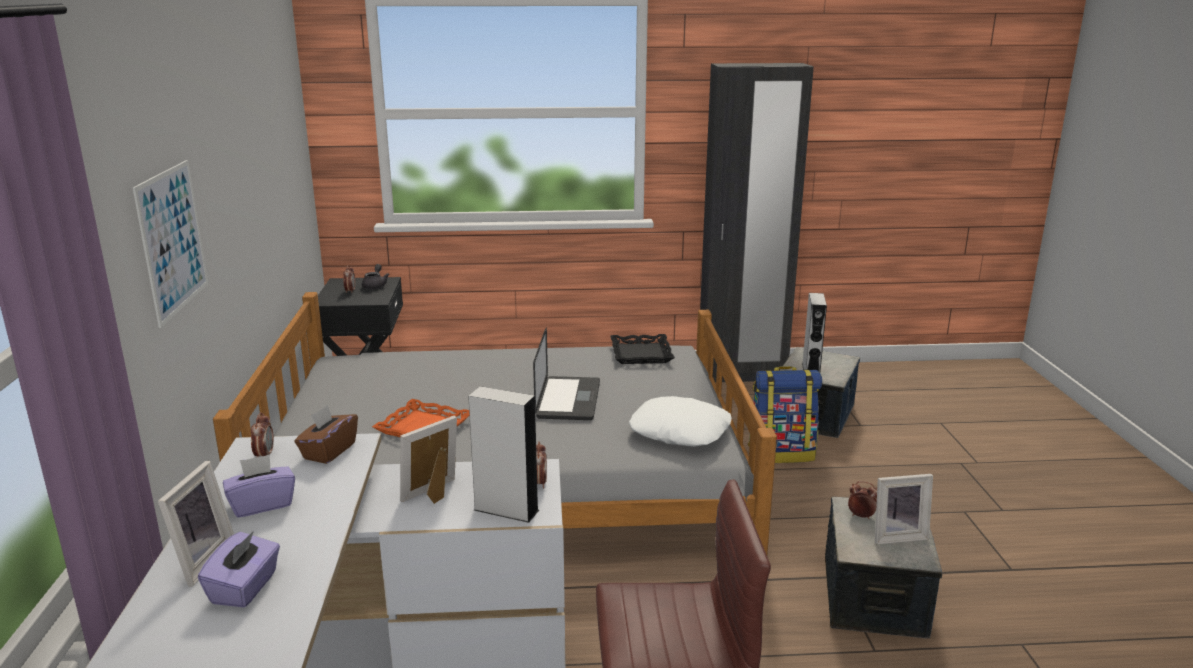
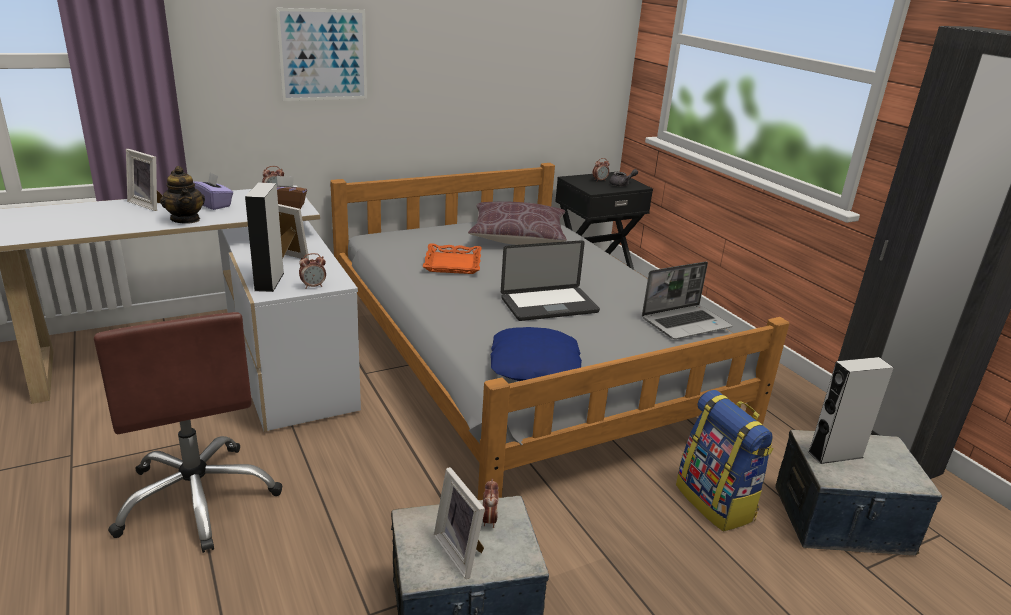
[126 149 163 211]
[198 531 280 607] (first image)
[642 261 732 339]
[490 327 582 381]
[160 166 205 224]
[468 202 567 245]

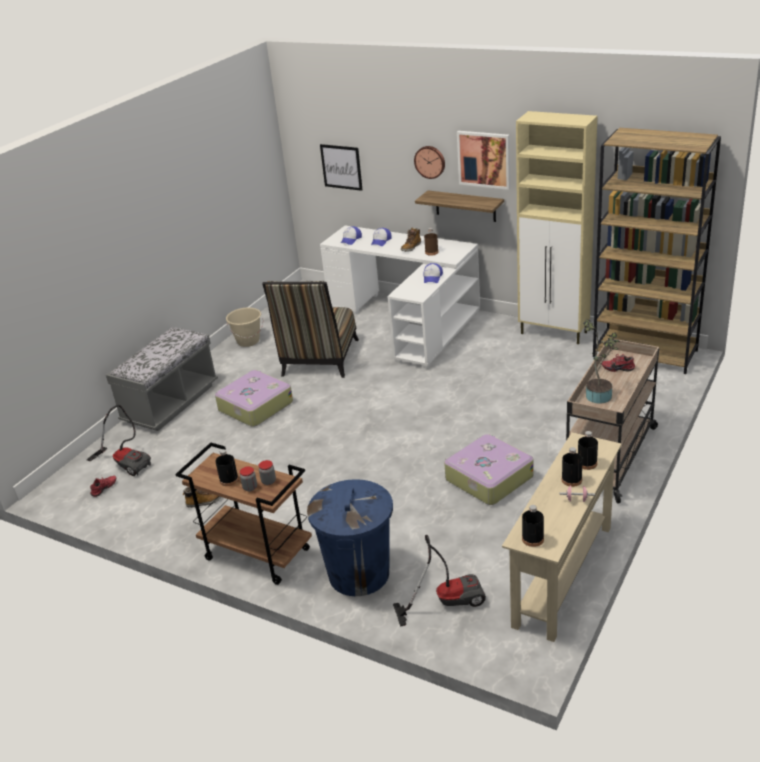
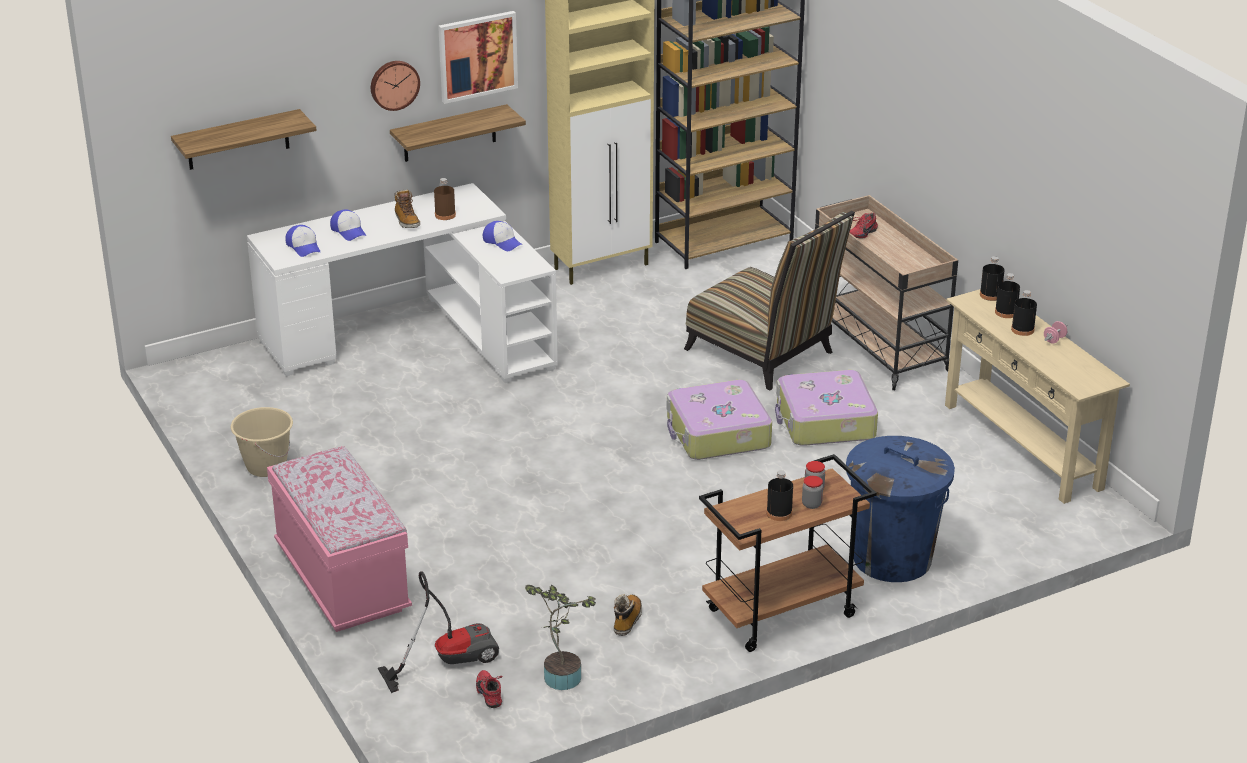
[267 446 412 632]
[667 380 772 460]
[684 211 855 390]
[171 109 317 170]
[393 535 486 627] (first image)
[980 256 1004 301]
[525 585 596 690]

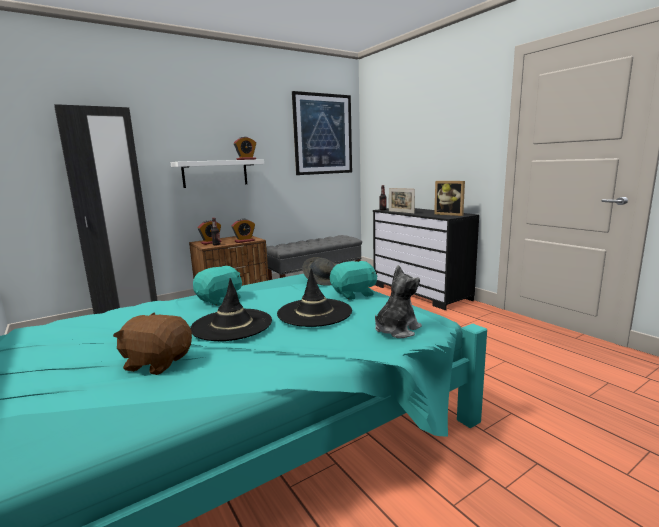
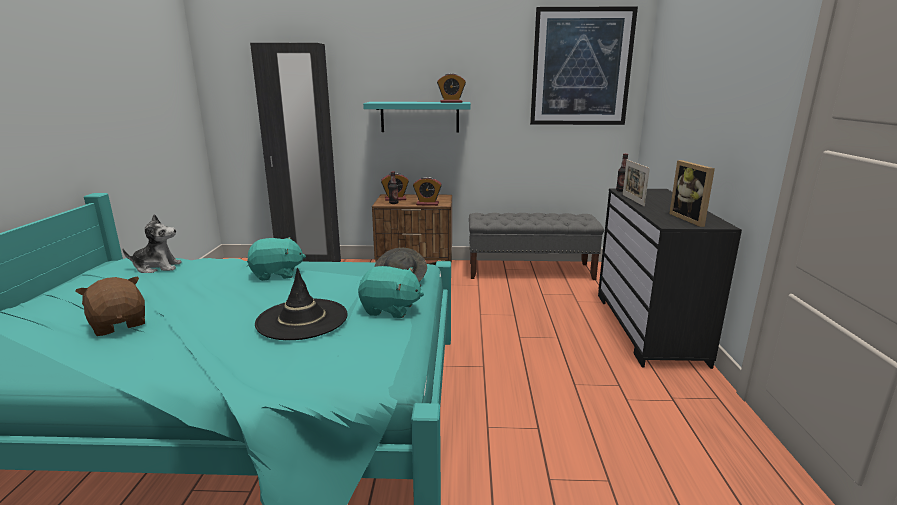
[363 102 471 132]
[190 278 272 341] (first image)
[123 214 182 273]

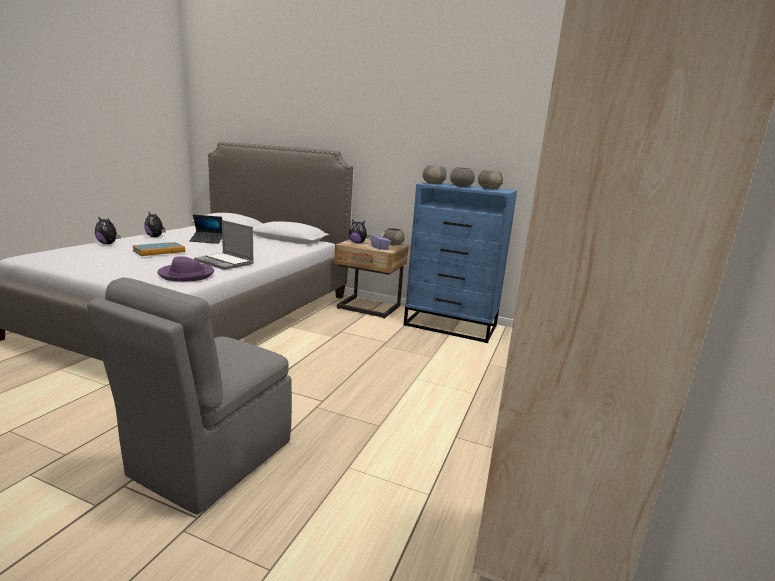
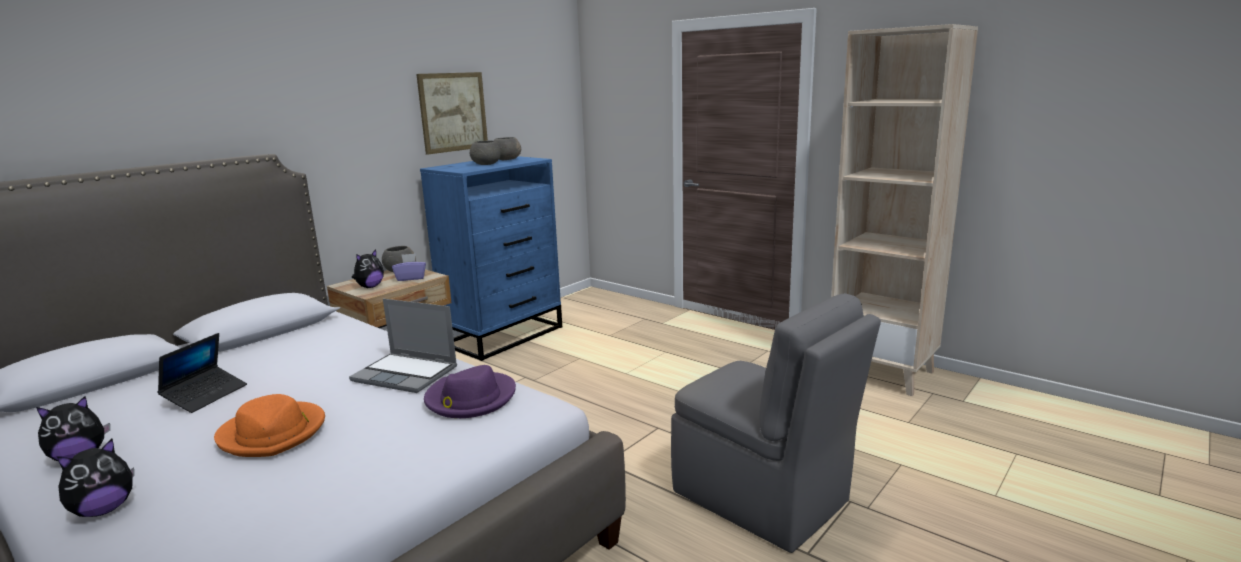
[214 394 325 457]
[349 299 457 393]
[423 165 447 184] (first image)
[416 72 488 155]

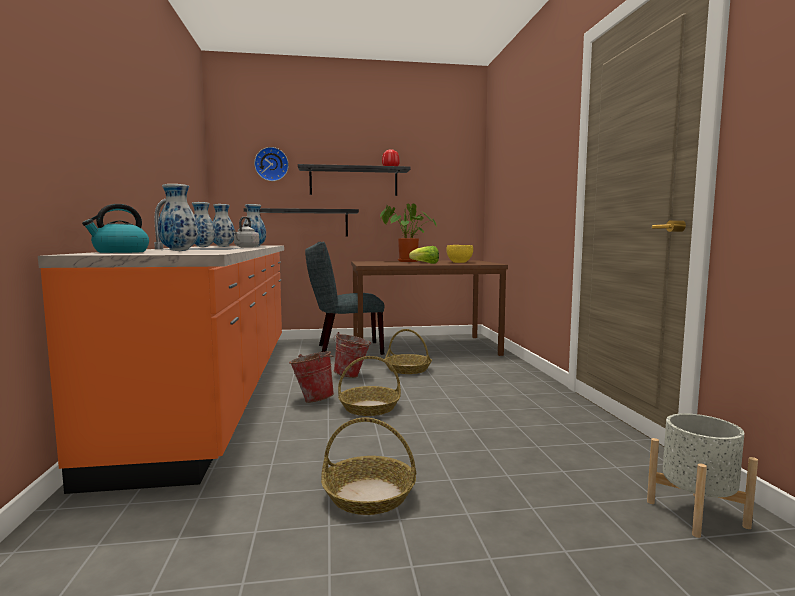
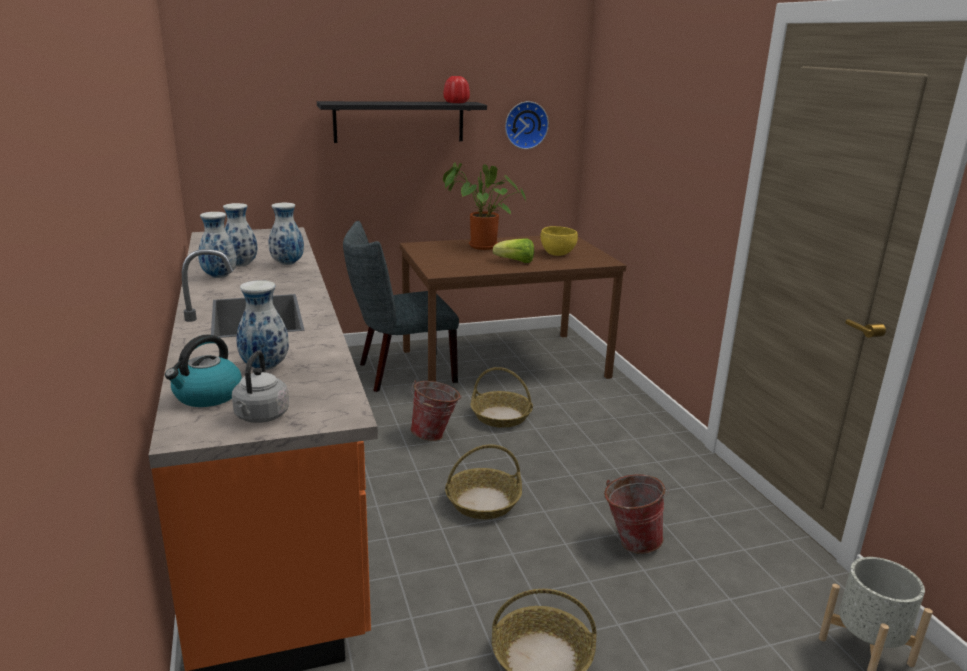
[232 351 289 423]
[244 208 359 236] (first image)
[505 101 549 149]
[604 474 669 554]

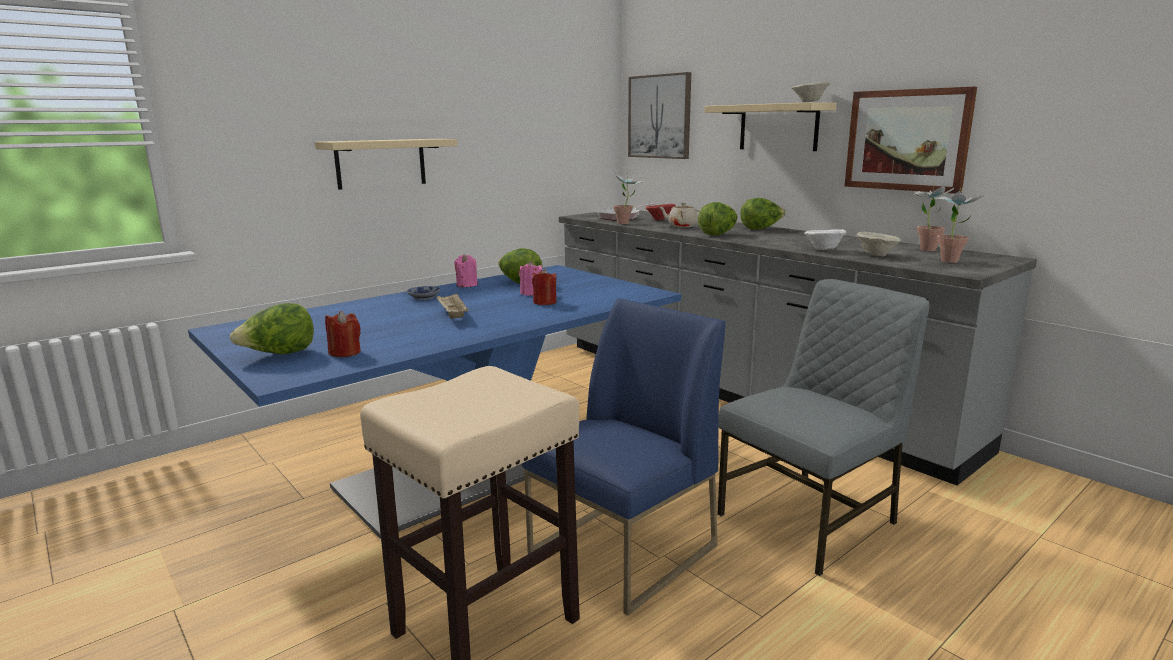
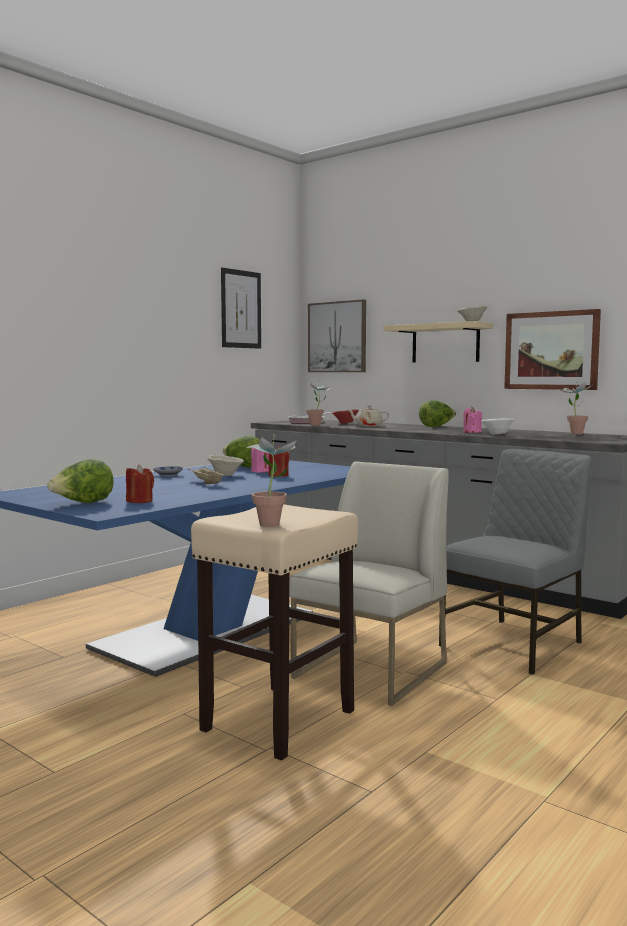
[315 139 458 190] (first image)
[463 407 482 433]
[289 461 449 706]
[698 202 738 235] (first image)
[207 455 244 476]
[245 434 297 527]
[221 268 261 349]

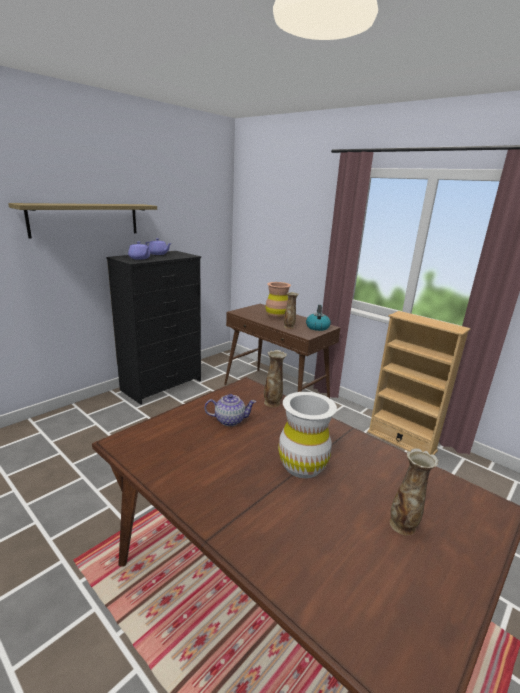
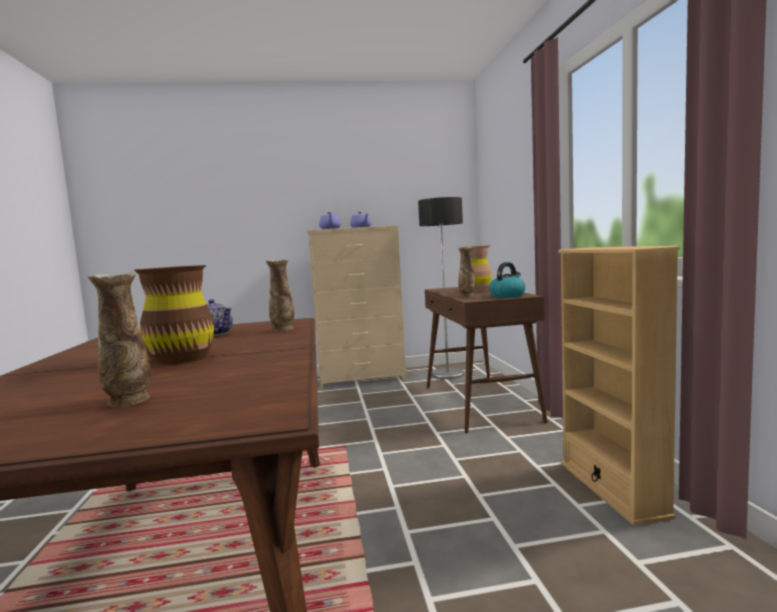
[8 203 157 239] (first image)
[307 225 407 390]
[134 265 214 365]
[418 197 464 379]

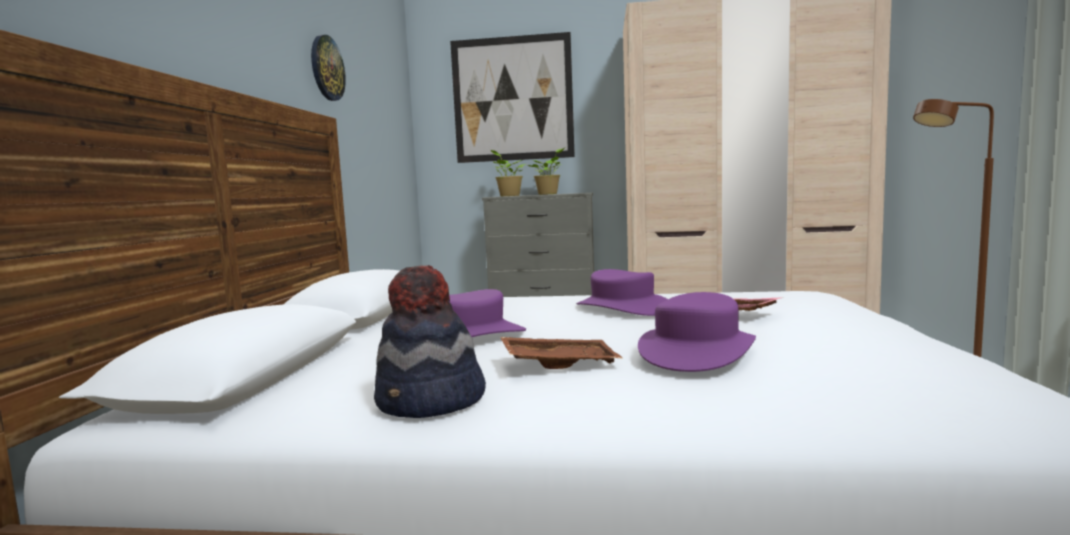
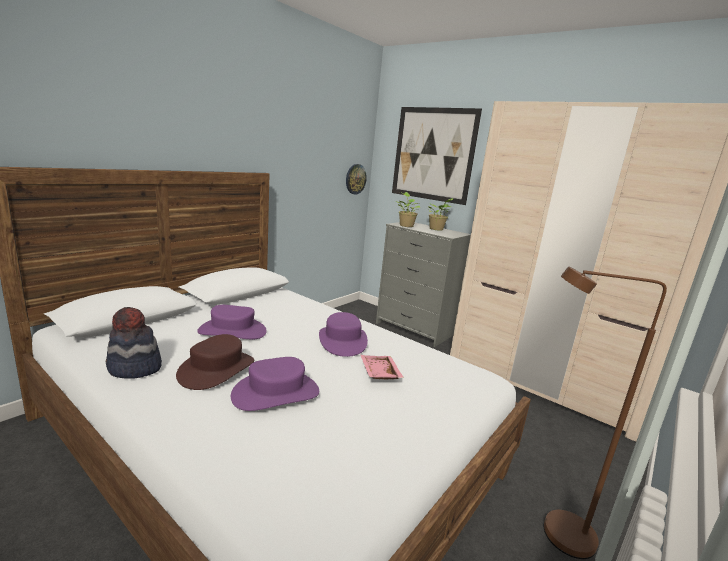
[346 164 367 194]
[176 334 254 390]

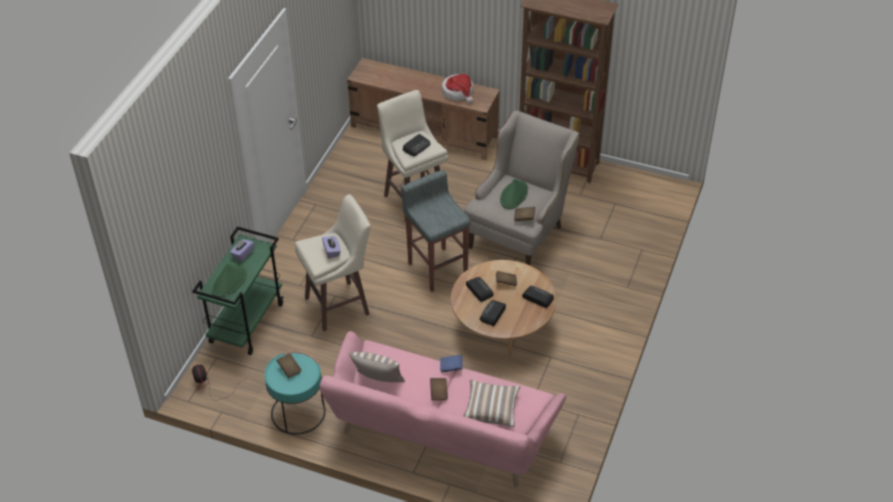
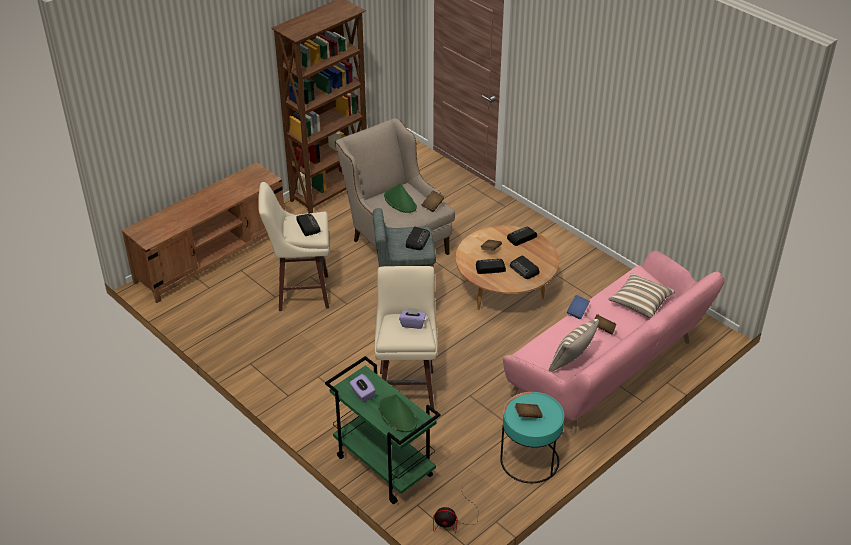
[441 74 474 104] (first image)
[406 227 430 250]

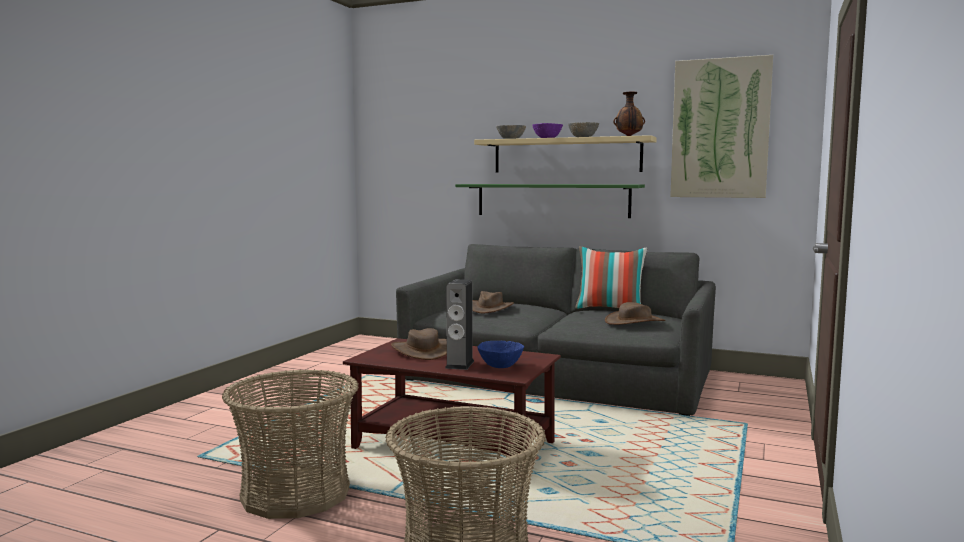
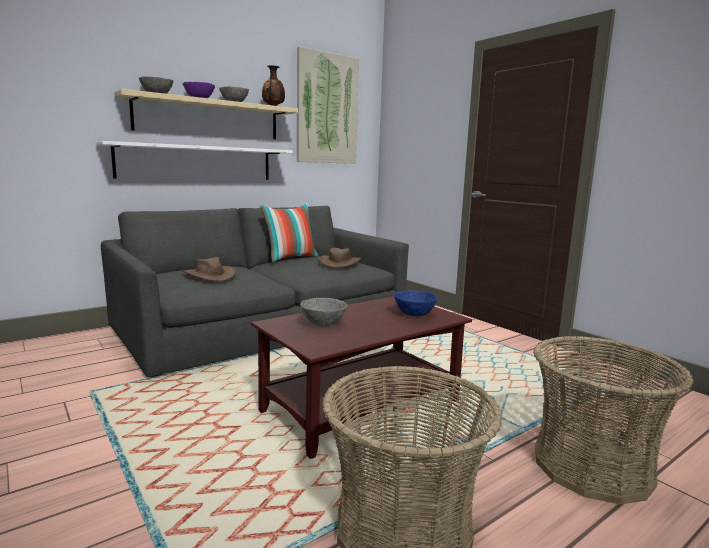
[300 298 347 327]
[445 279 474 370] (first image)
[96 141 293 180]

